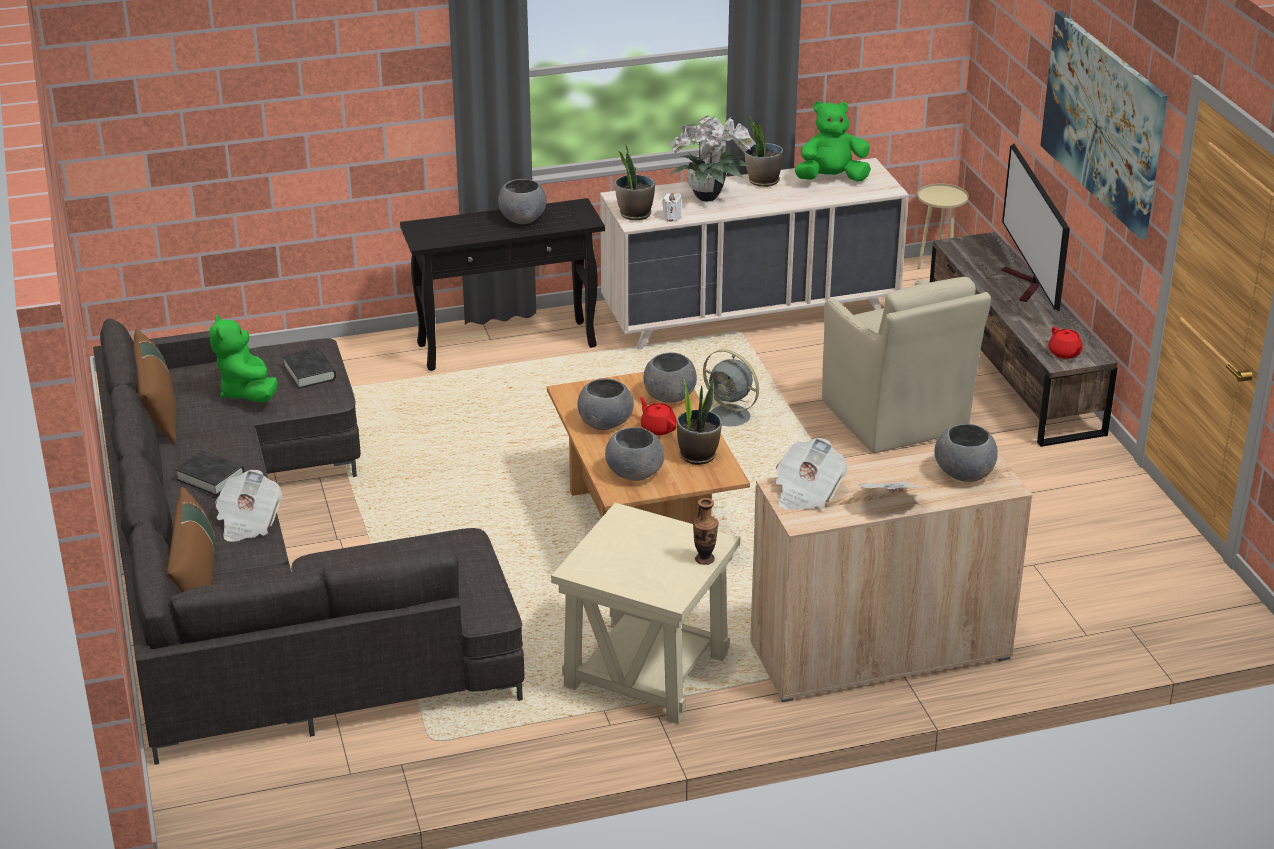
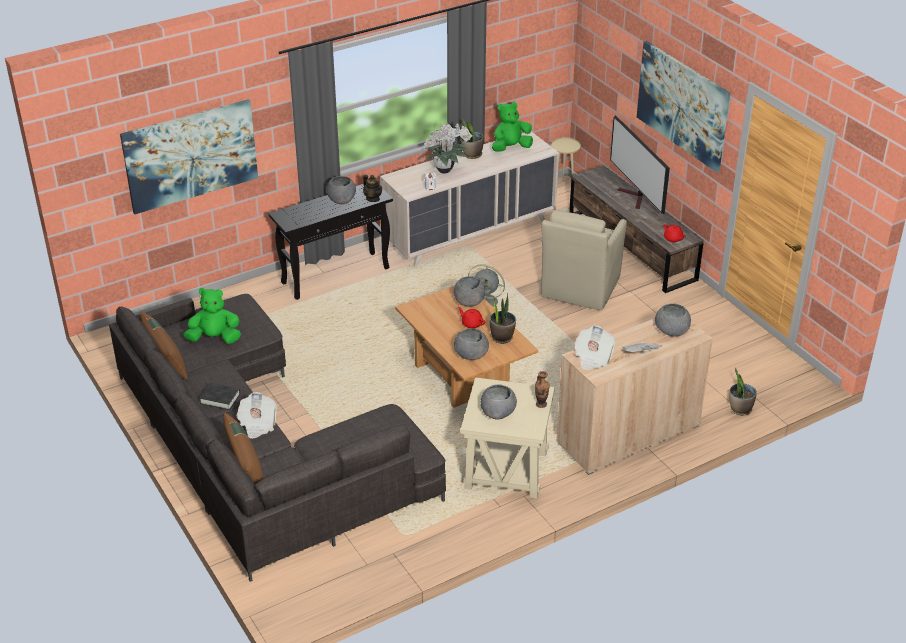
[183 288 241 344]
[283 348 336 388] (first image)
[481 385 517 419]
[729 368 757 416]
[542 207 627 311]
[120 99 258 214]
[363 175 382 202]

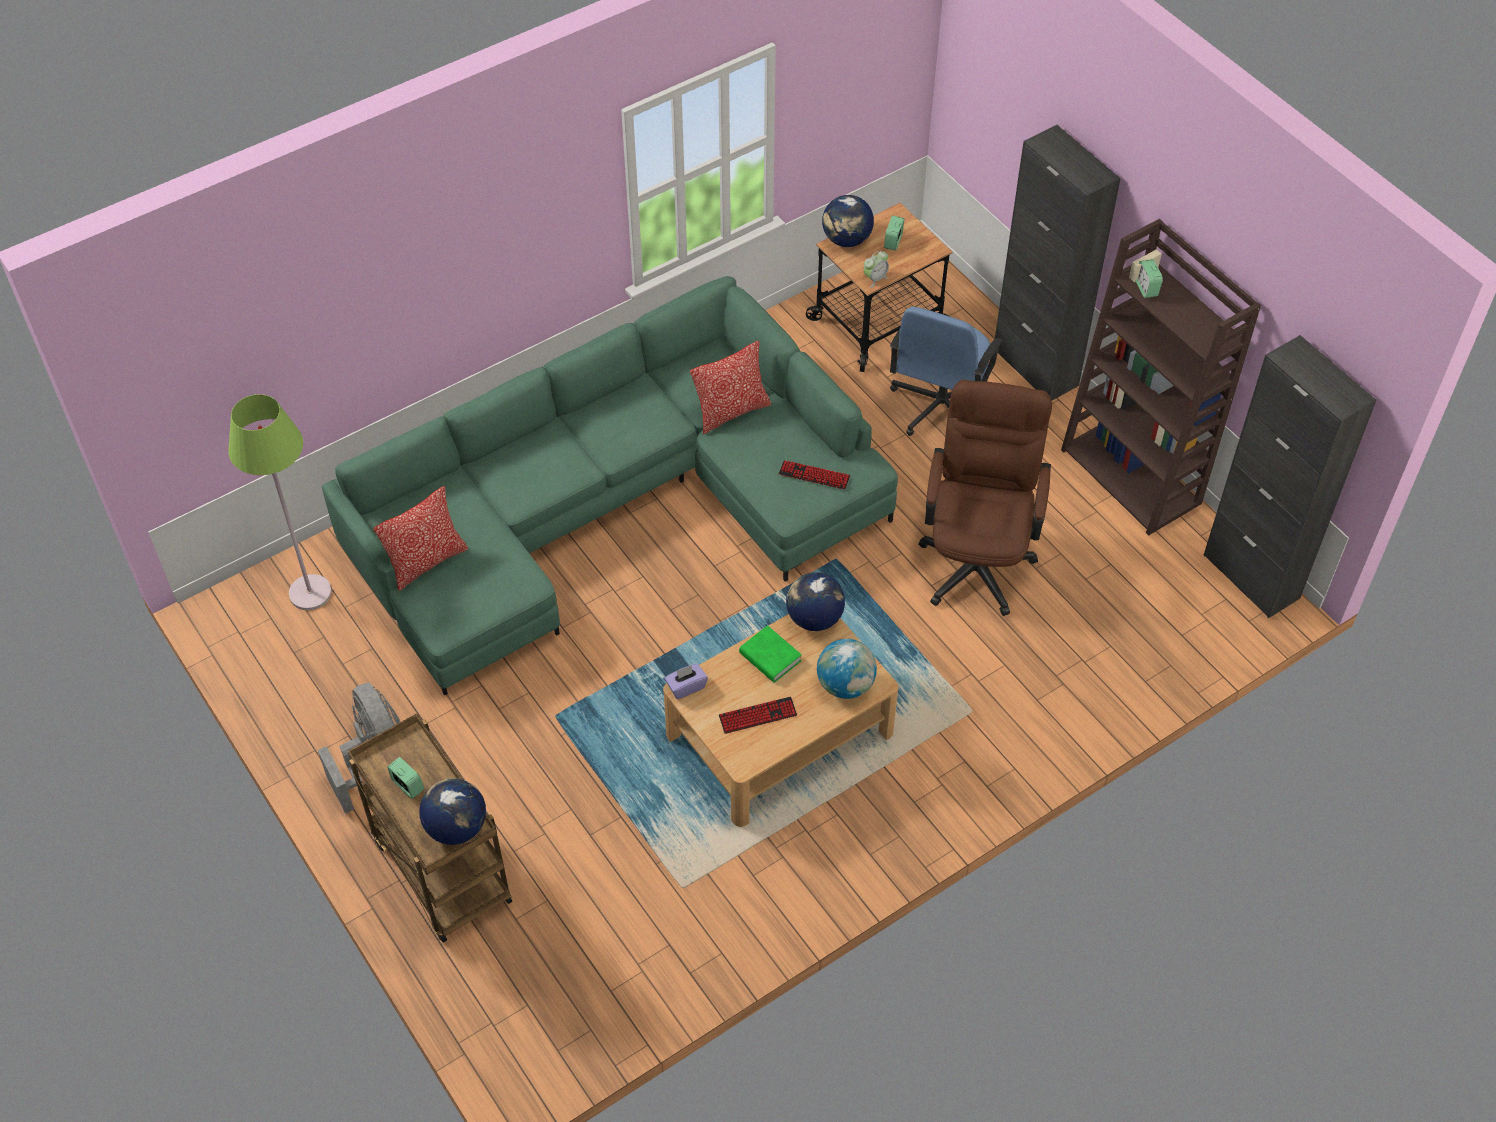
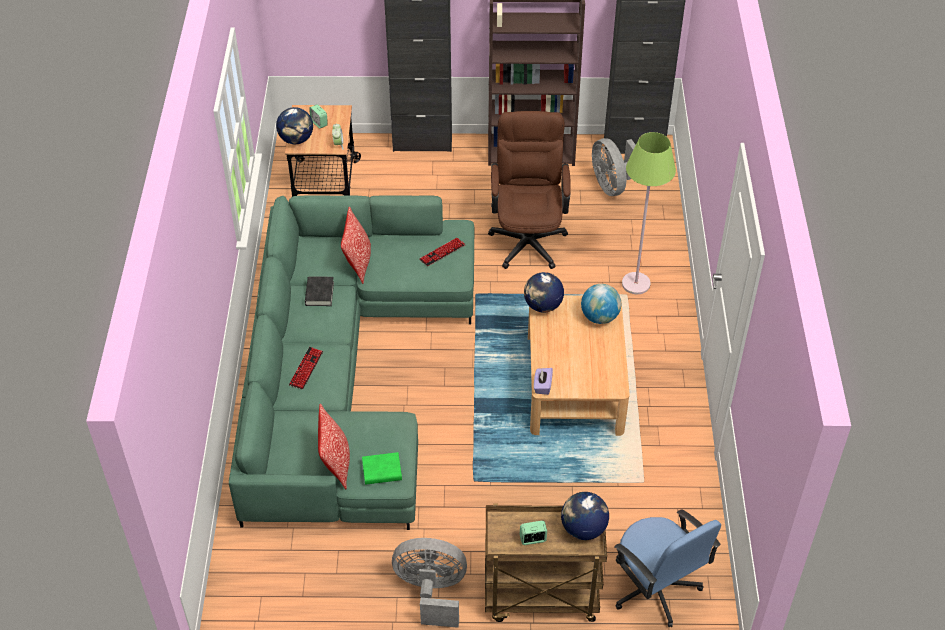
[622 132 676 294]
[289 347 323 390]
[362 452 402 485]
[614 509 721 627]
[488 111 571 269]
[1135 259 1163 298] (first image)
[305 277 334 306]
[592 138 636 196]

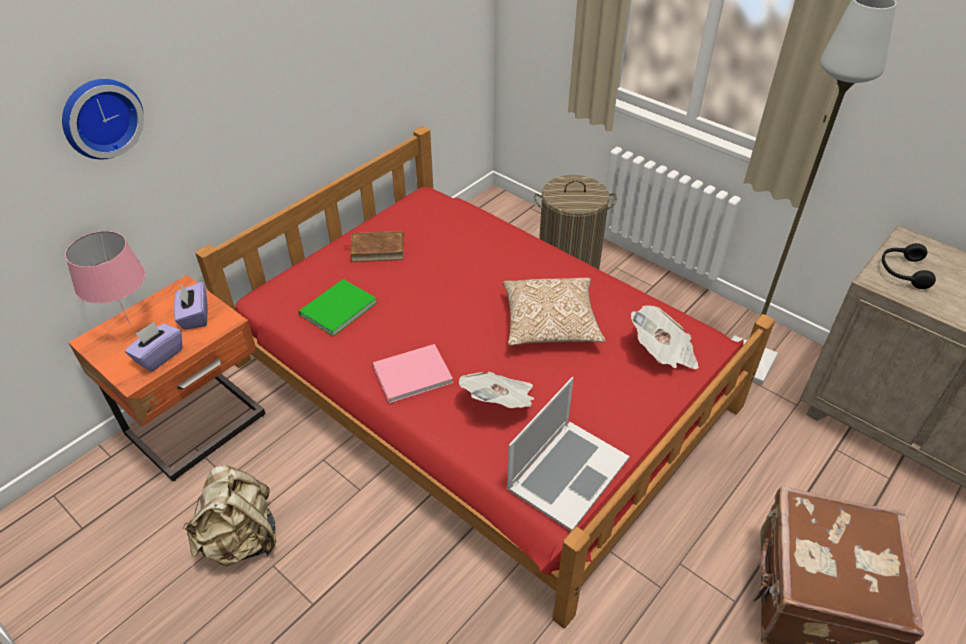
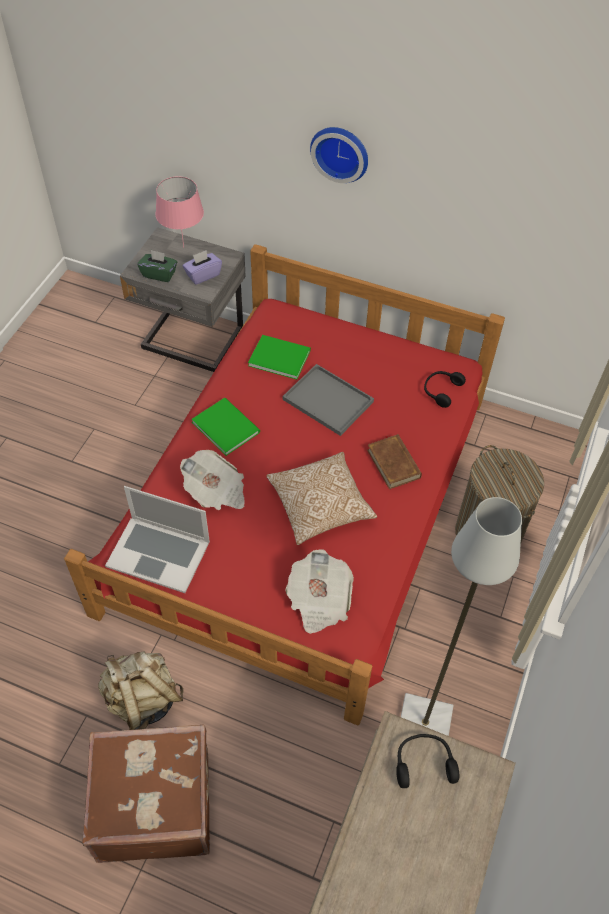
[310 127 368 183]
[120 227 246 372]
[137 250 177 282]
[98 652 184 730]
[367 434 422 489]
[191 398 260 456]
[283 364 374 436]
[424 371 466 408]

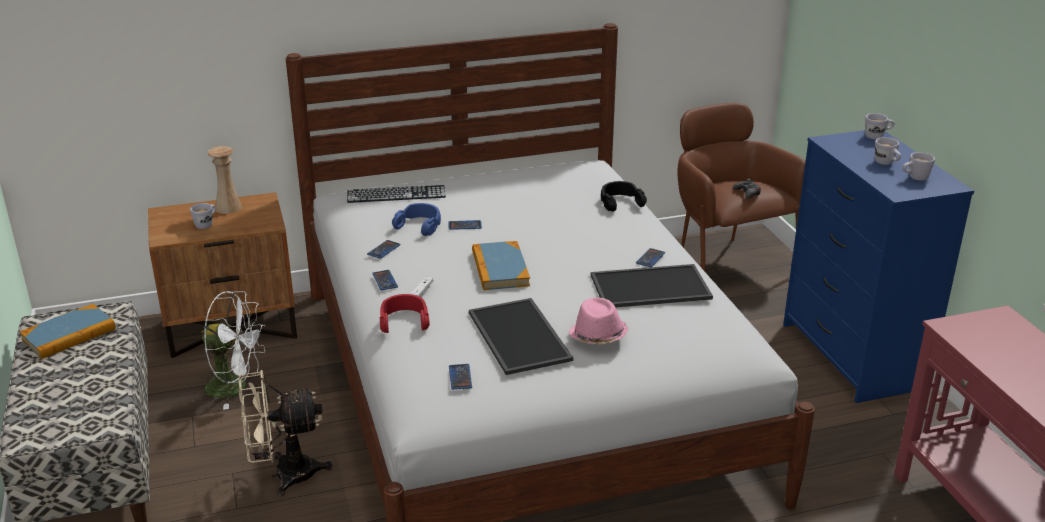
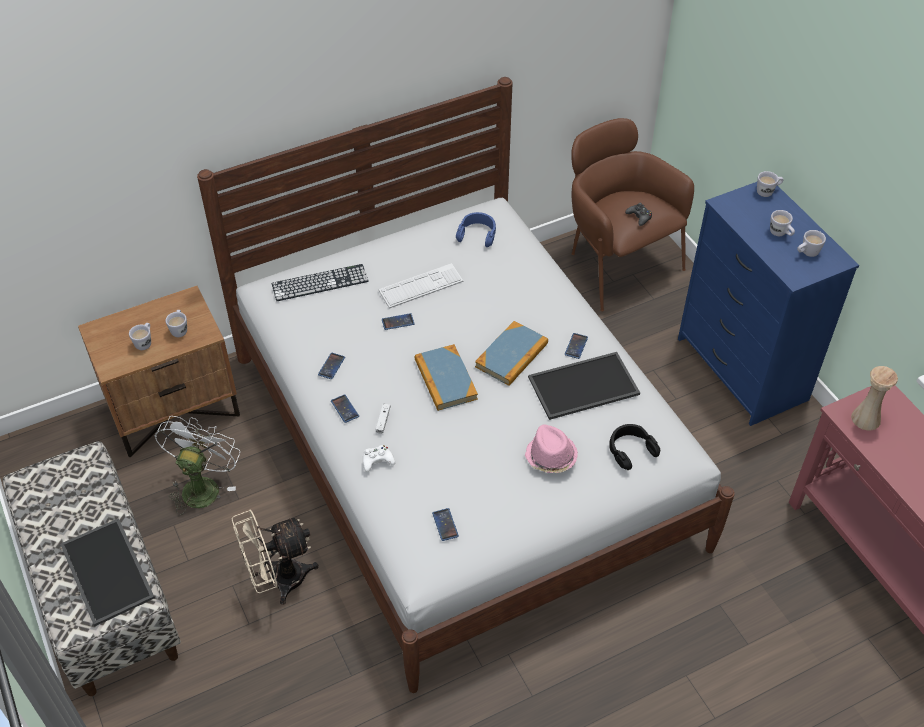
[475 321 548 386]
[155 416 240 515]
[851 366 898 430]
[363 445 395 472]
[456 212 496 247]
[60 518 155 627]
[609 424 660 470]
[165 310 187 337]
[378 263 463 309]

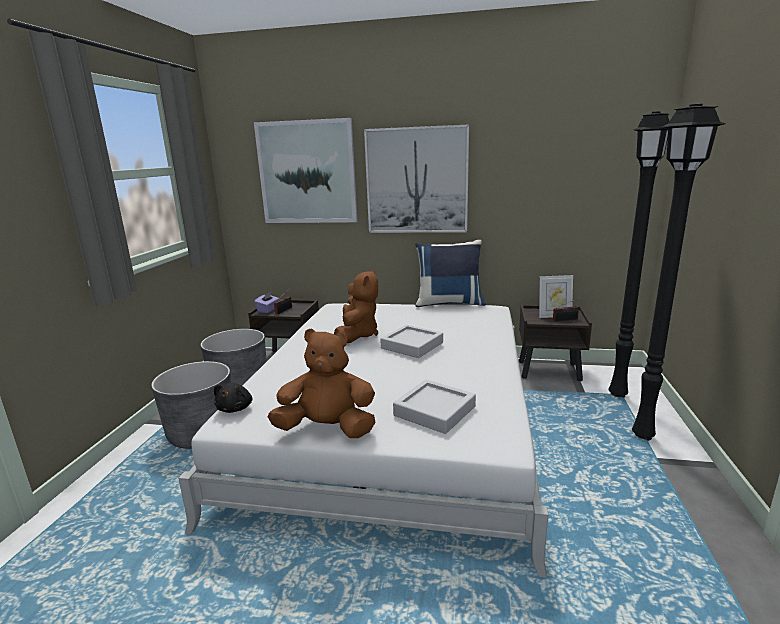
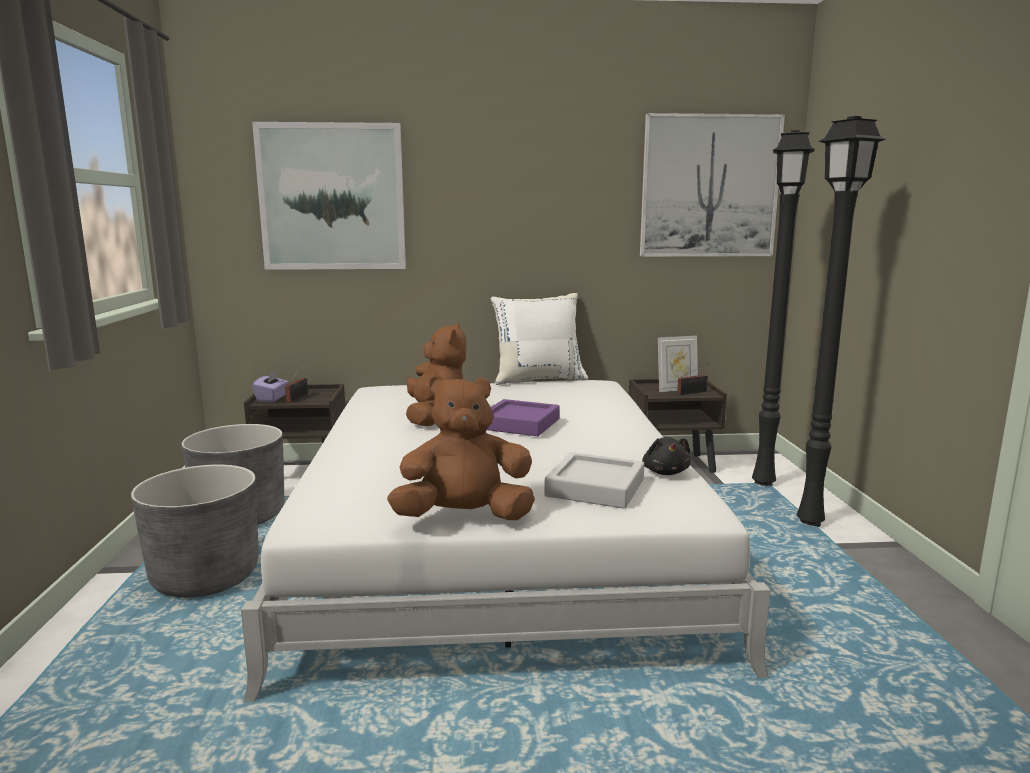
[642 437 691 475]
[640 113 785 257]
[487 399 560 436]
[491 293 588 385]

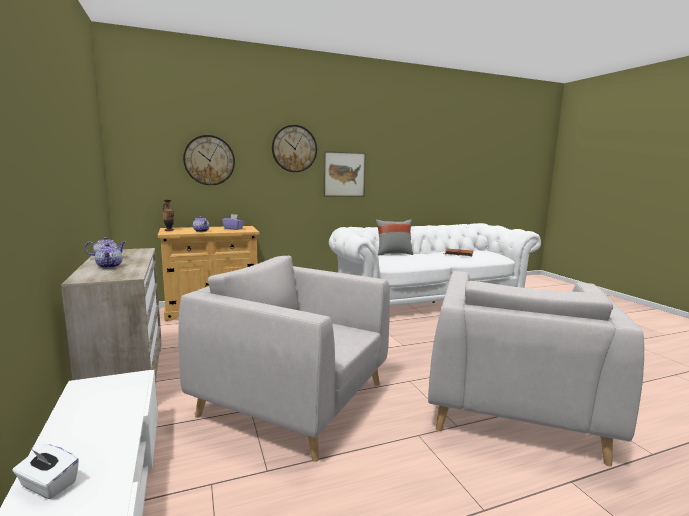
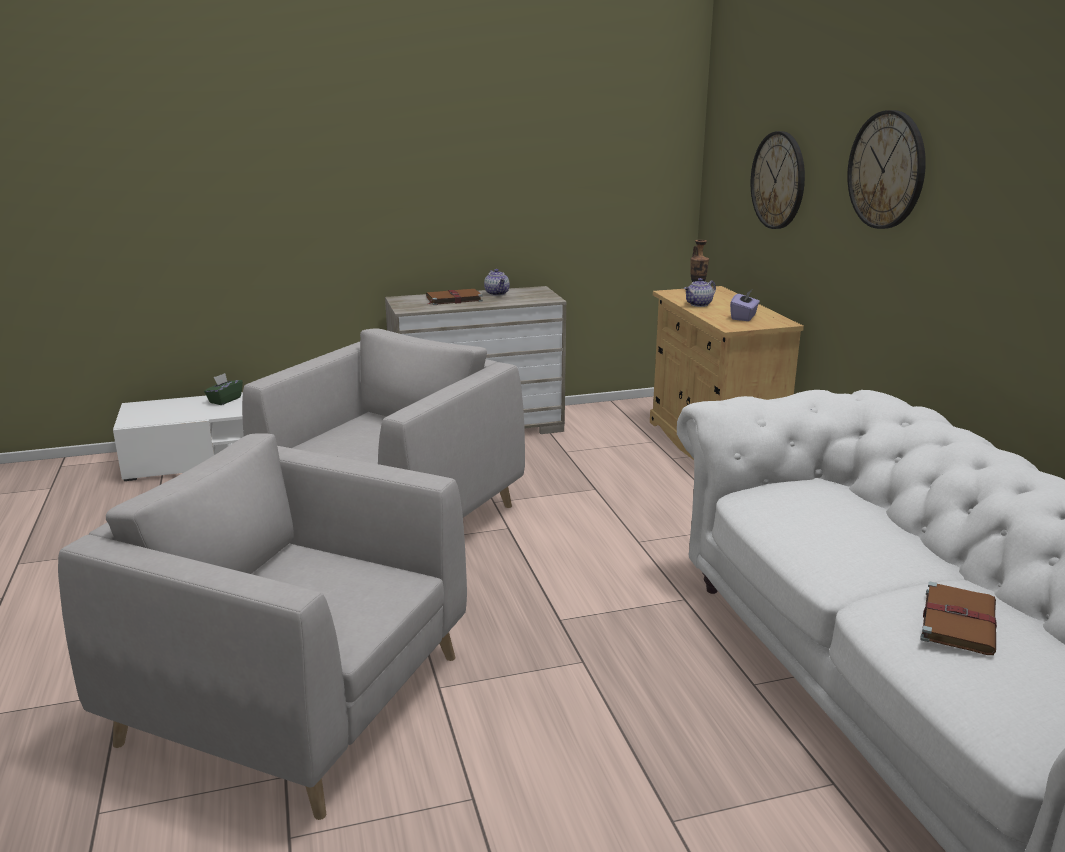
[204 373 243 405]
[426 289 483 305]
[323 151 366 197] (first image)
[375 219 413 255] (first image)

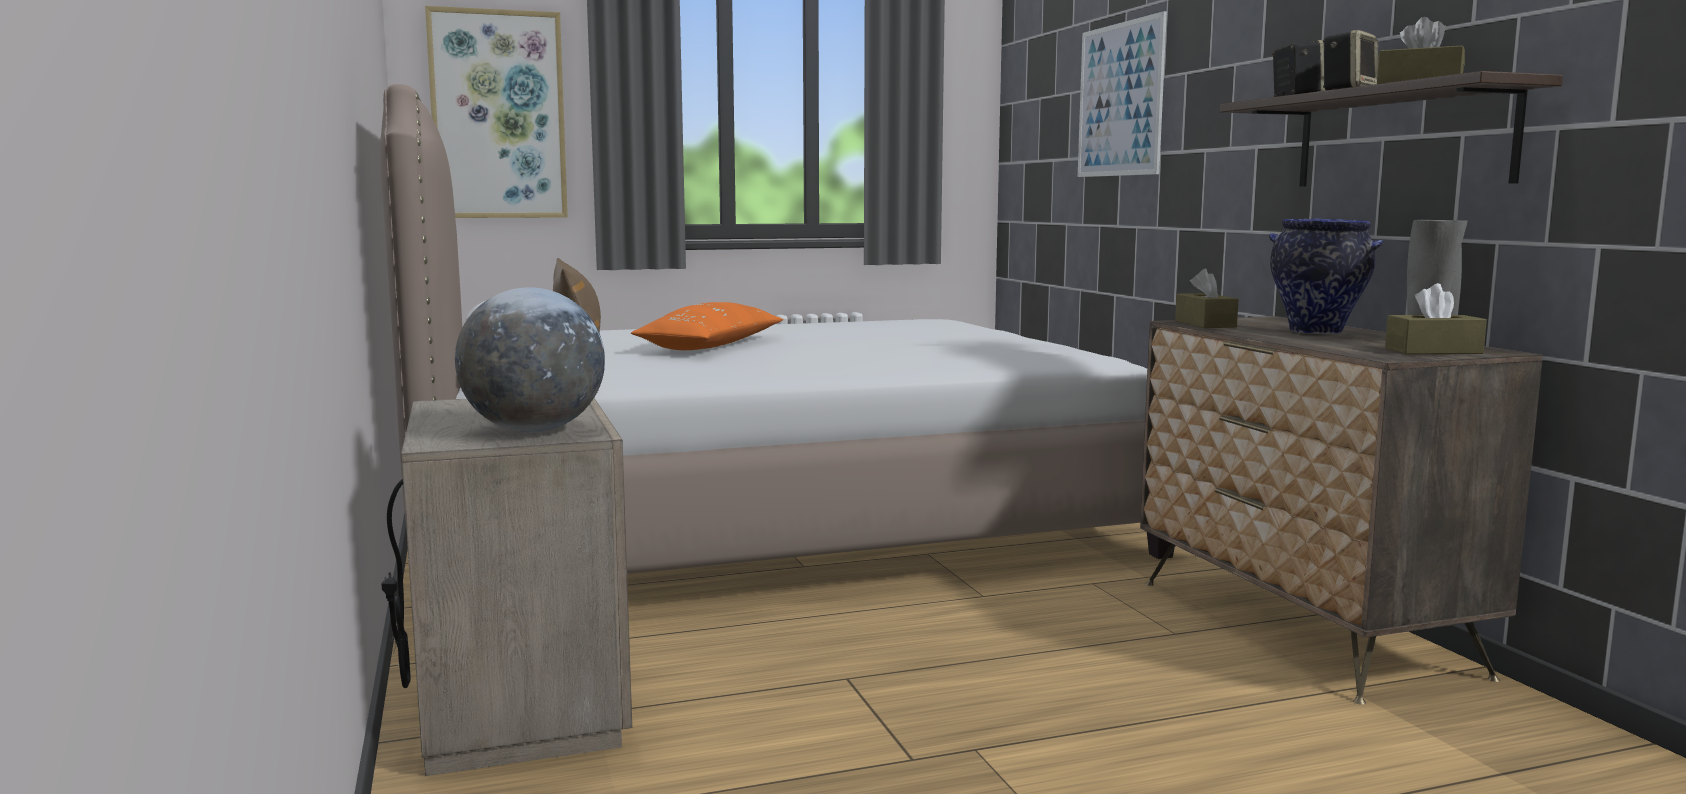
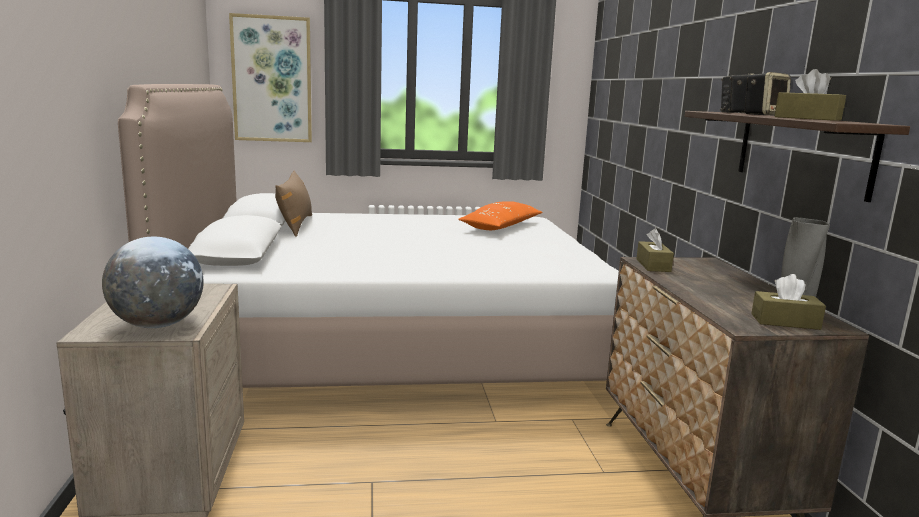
[458 201 543 230]
[1078 11 1167 177] (first image)
[1269 218 1384 334] (first image)

